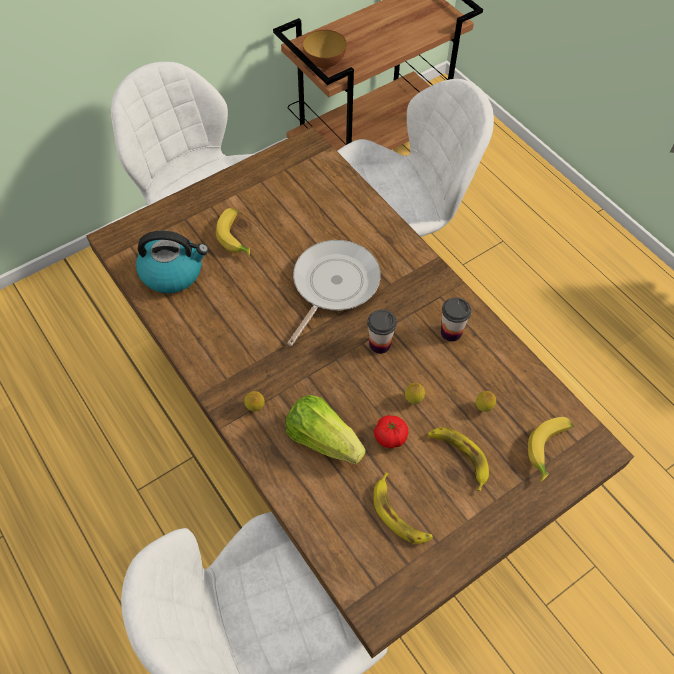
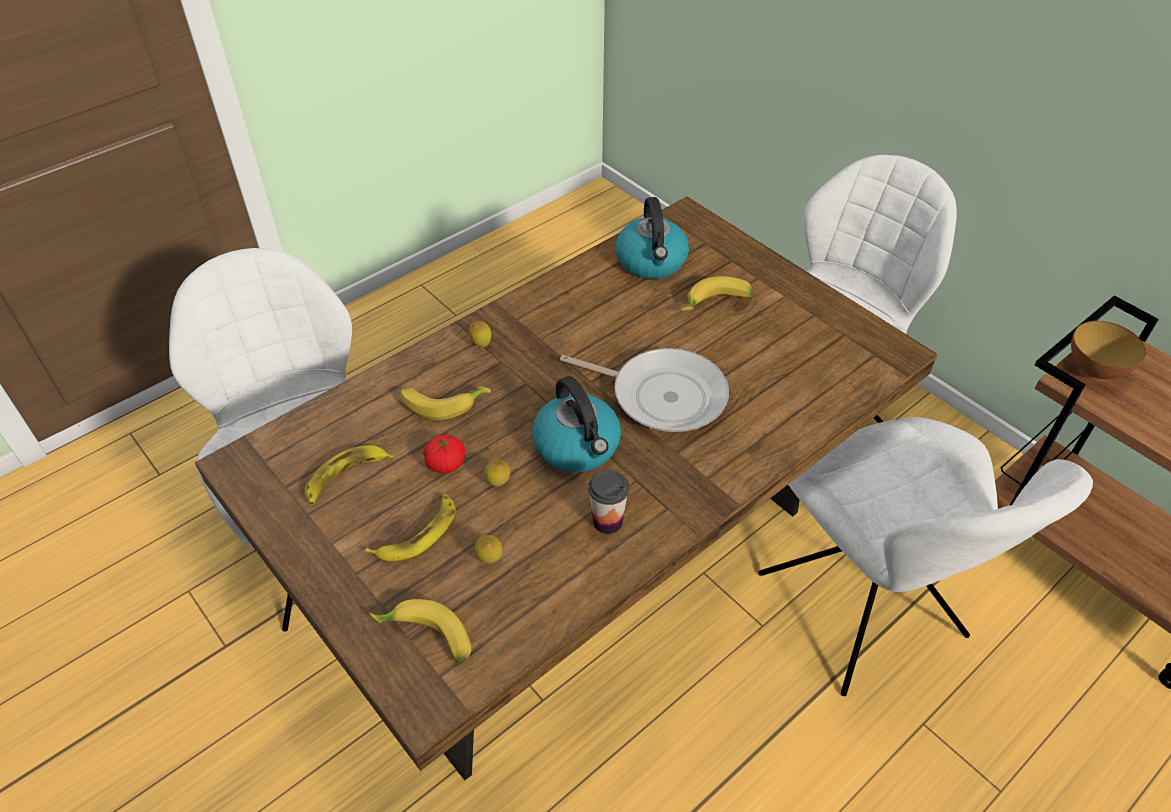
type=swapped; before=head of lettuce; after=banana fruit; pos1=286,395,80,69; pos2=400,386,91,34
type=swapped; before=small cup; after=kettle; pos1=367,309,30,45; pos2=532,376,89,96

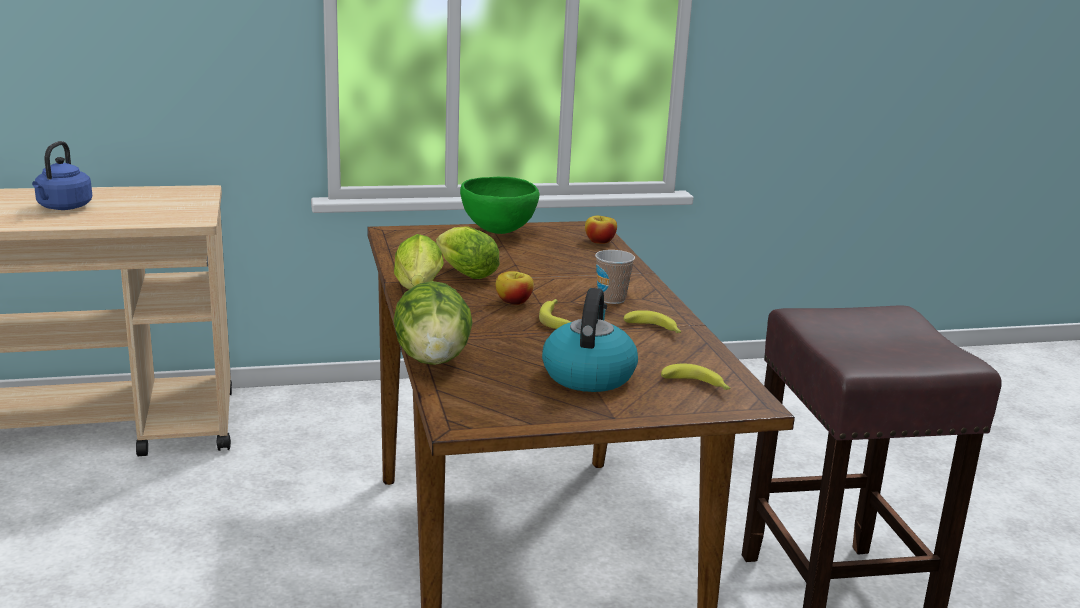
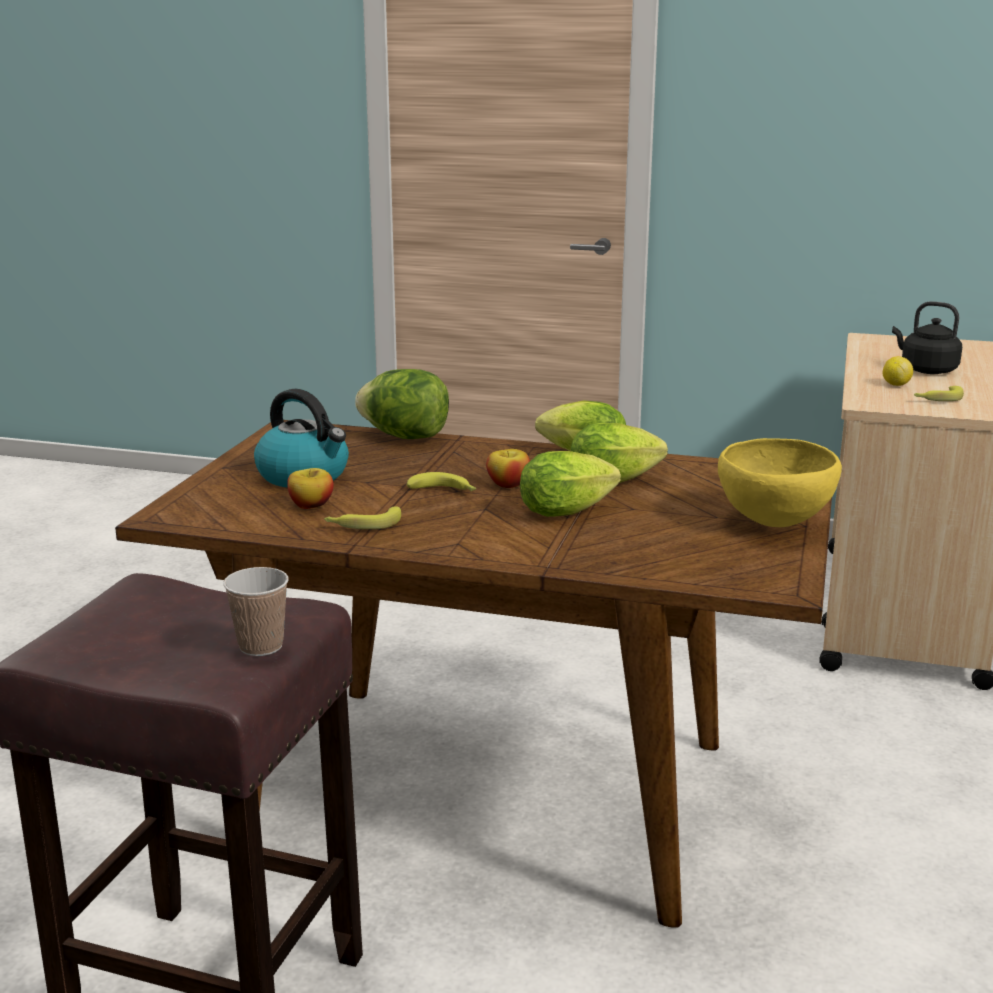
type=shifted; before=small cup; pos1=595,250,40,54; pos2=223,567,66,89
type=shifted; before=apple fruit; pos1=585,216,32,28; pos2=287,468,47,41
type=new; after=head of lettuce; pos2=520,451,101,66
type=repainted; before=bowl/greenish; after=bowl/yellowish; pos1=460,177,79,57; pos2=718,438,124,89
type=new; after=whole lemon; pos2=883,356,30,30
type=repainted; before=kettle/blue-coloured; after=kettle/black; pos1=32,141,60,69; pos2=892,302,70,72
type=shifted; before=banana fruit; pos1=661,364,70,26; pos2=914,386,50,15

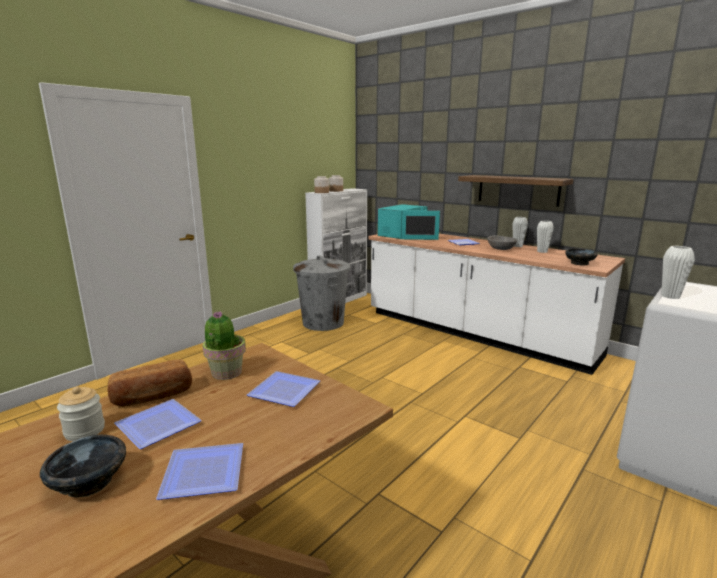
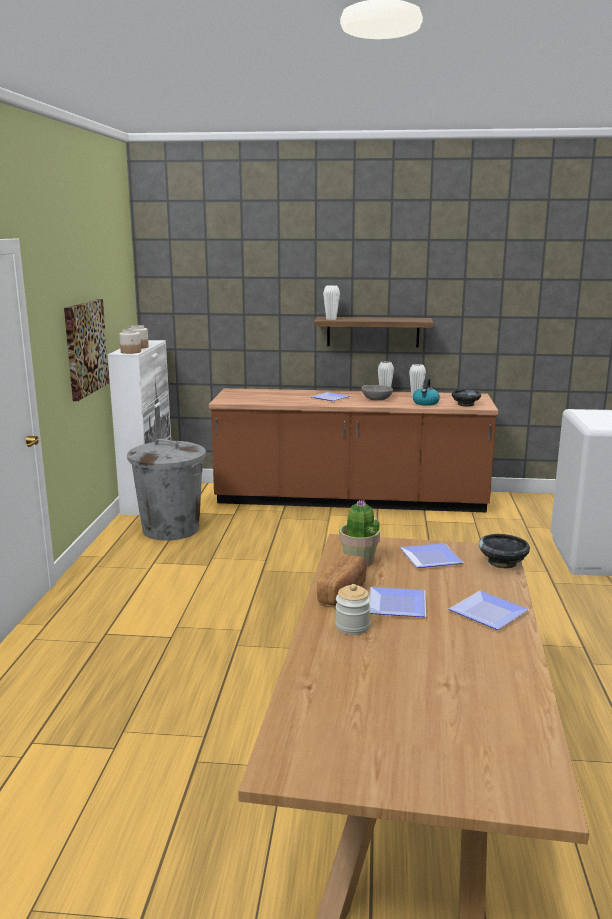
type=new; after=wall art; pos2=64,299,45,102
type=repainted; before=counter/white; after=counter/brown; pos1=369,234,256,141; pos2=209,388,289,124
type=shifted; before=decorative vase/white; pos1=661,246,34,53; pos2=323,285,17,35
type=new; after=kettle; pos2=413,378,27,28
type=shifted; before=bowl/black; pos1=40,435,86,63; pos2=479,534,51,34
type=gone; before=kitchen microwave/turquoise; pos1=378,204,62,36

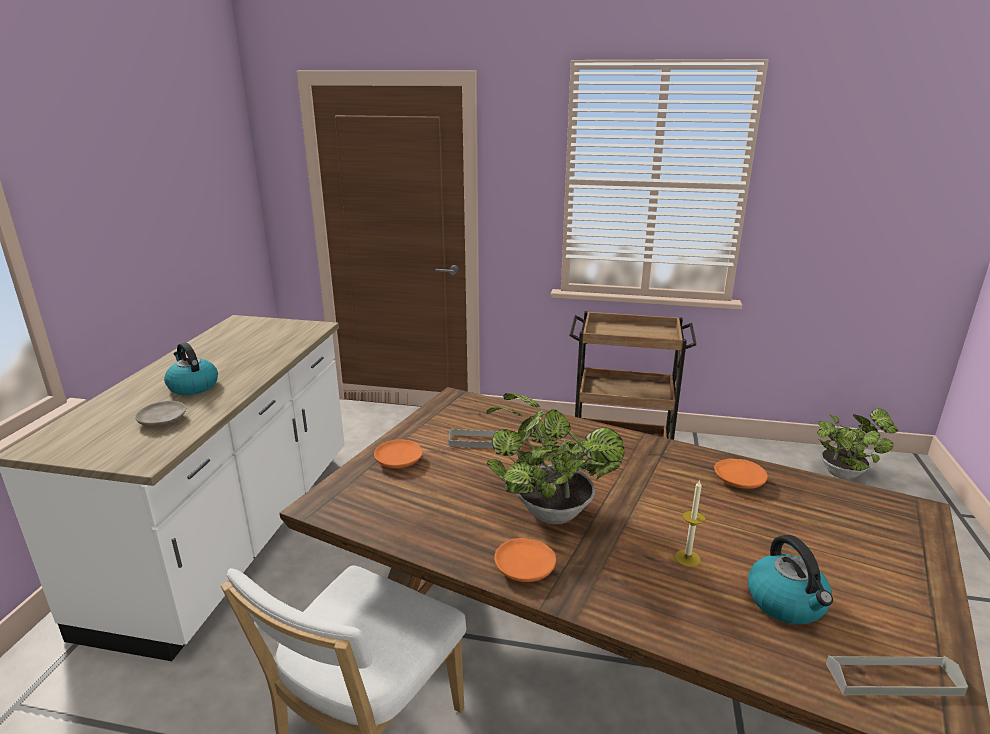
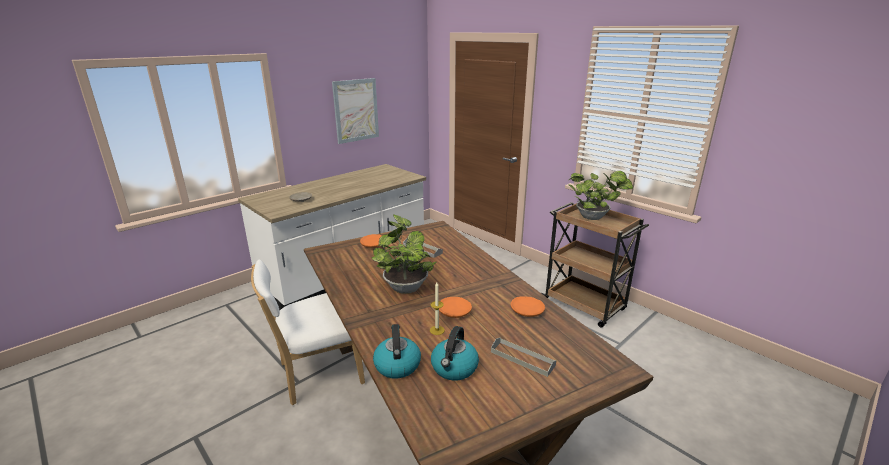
type=new; after=wall art; pos2=332,78,47,66
type=shifted; before=kettle; pos1=164,342,54,53; pos2=373,324,48,54
type=shifted; before=dinner plate/orange; pos1=494,538,62,44; pos2=439,297,33,21
type=shifted; before=tray/greyish; pos1=826,655,142,41; pos2=491,338,65,39
type=shifted; before=plant in a pot; pos1=817,408,81,71; pos2=568,171,65,49

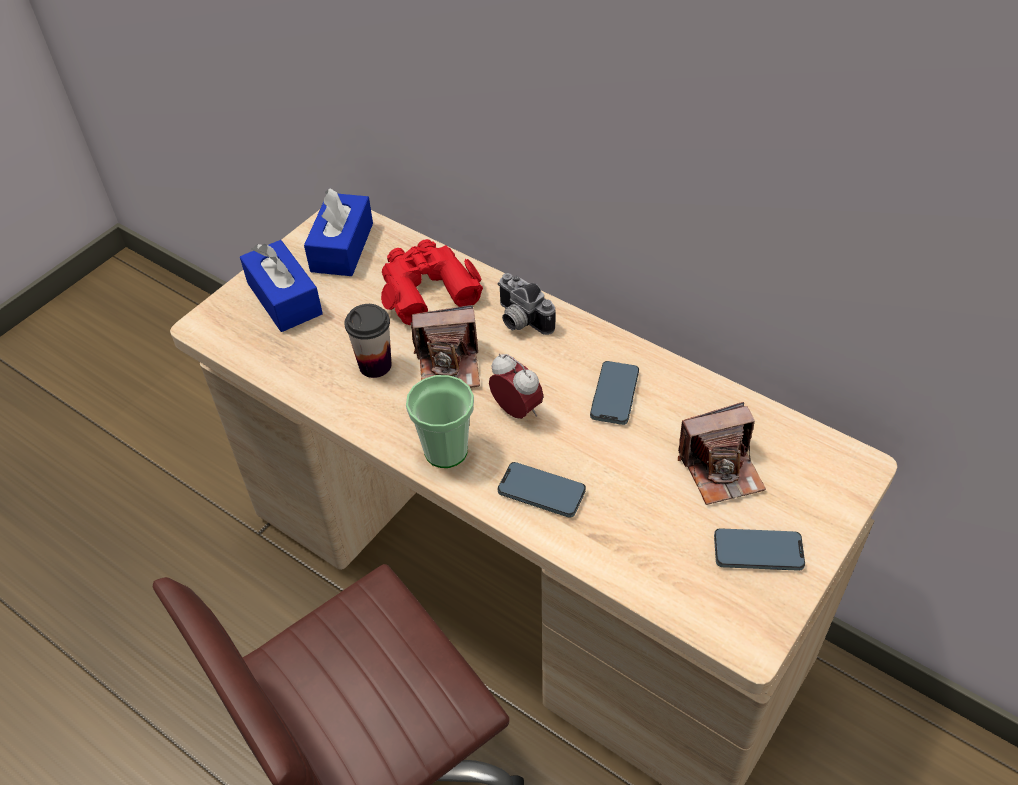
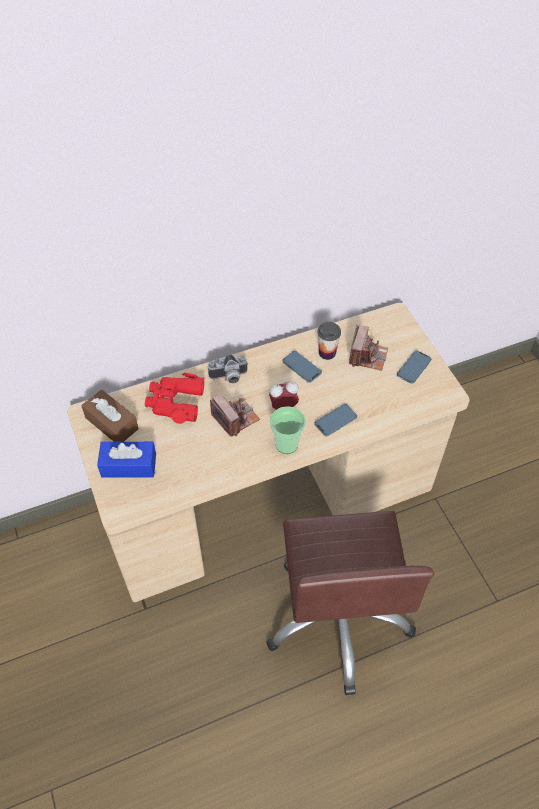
type=repainted; before=tissue box/blue-coloured; after=tissue box/brown; pos1=304,188,69,88; pos2=81,390,58,52
type=rotated; before=photo camera; pos1=411,305,69,82; pos2=210,394,50,43; turn=-60
type=shifted; before=small cup; pos1=344,304,48,74; pos2=318,322,23,38

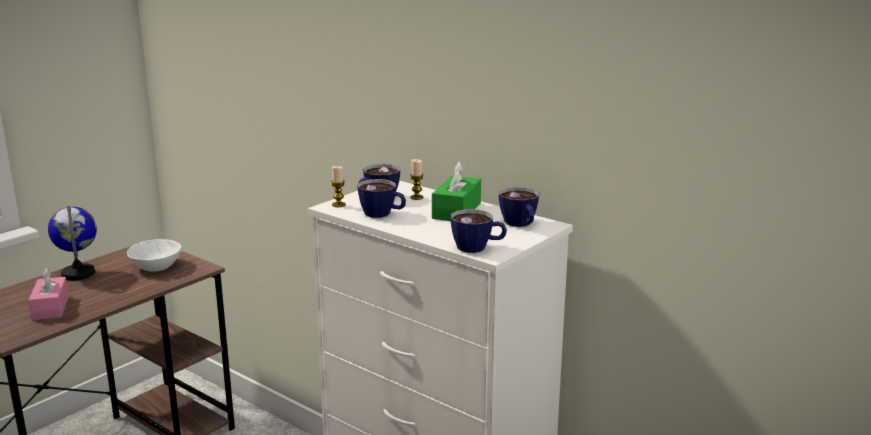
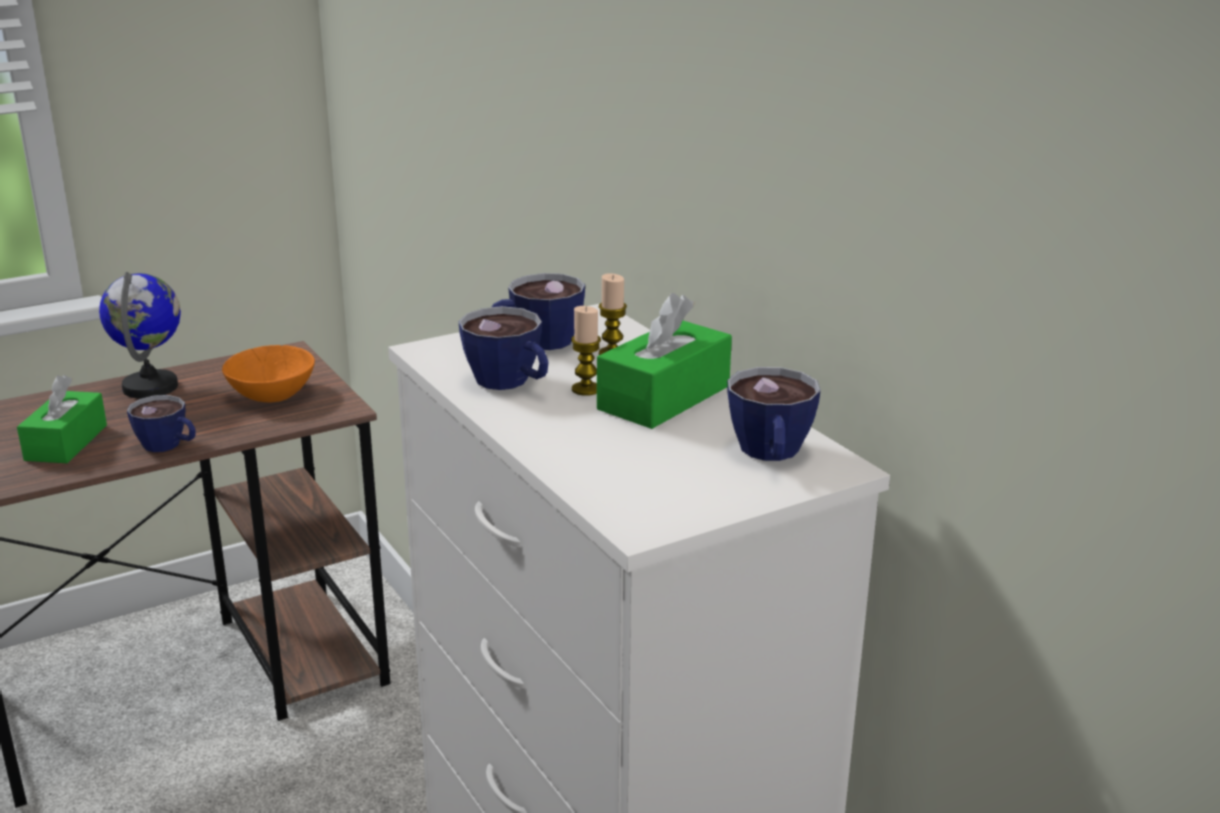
type=repainted; before=tissue box/pink-coloured; after=tissue box/greenish; pos1=28,268,41,52; pos2=17,375,90,88
type=shifted; before=small cup; pos1=451,209,56,44; pos2=127,395,69,57
type=repainted; before=bowl/white; after=bowl/orange; pos1=127,239,54,33; pos2=222,345,93,57
type=shifted; before=wax light; pos1=331,166,15,41; pos2=571,306,30,90

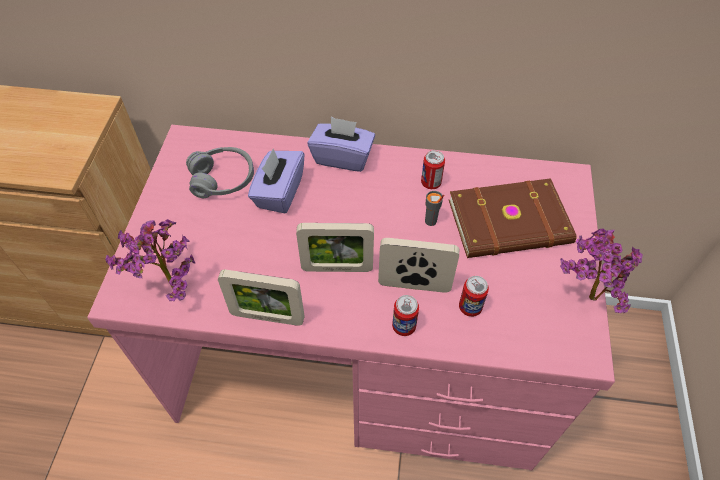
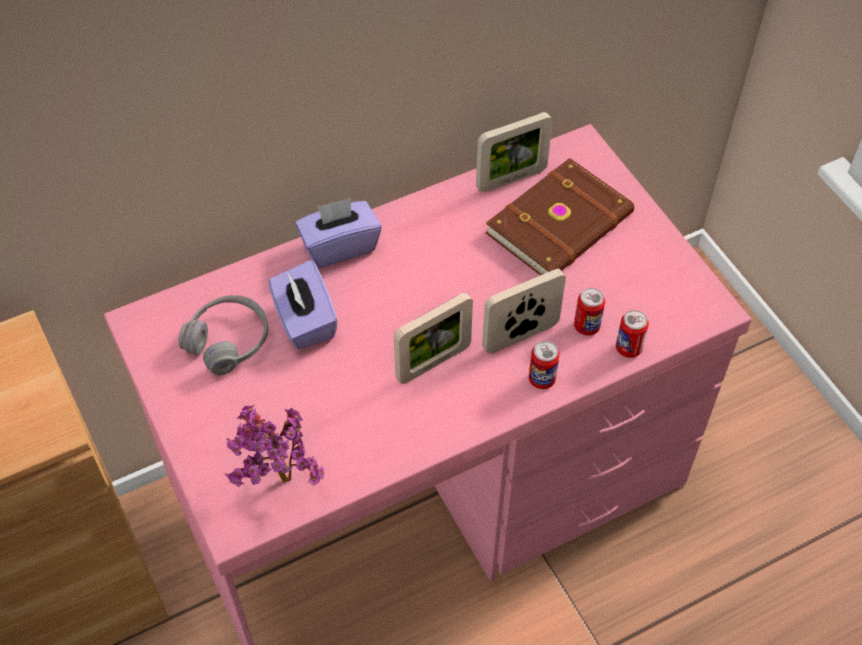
type=shifted; before=photo frame; pos1=218,270,87,56; pos2=476,112,76,81
type=shifted; before=sealed can; pos1=421,150,24,39; pos2=616,310,33,48
type=gone; before=small cup/greyish; pos1=425,191,19,35
type=gone; before=plant in a pot; pos1=560,228,83,85

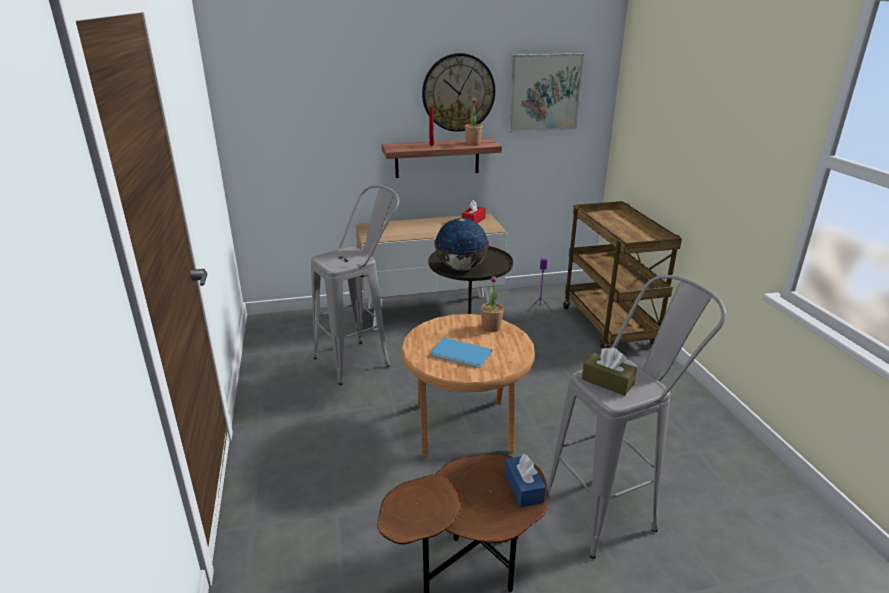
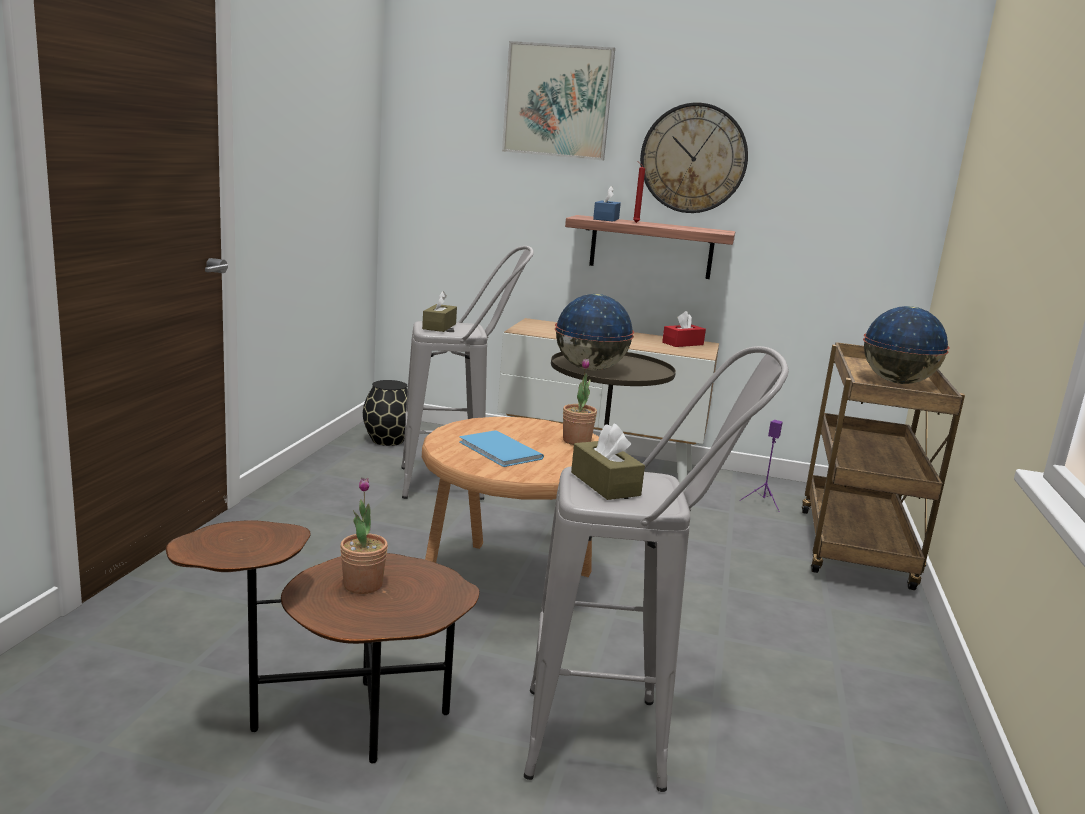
type=shifted; before=plant in a pot; pos1=465,98,17,47; pos2=340,477,48,117
type=new; after=decorative vase/black; pos2=363,380,45,66
type=new; after=tissue box/brown; pos2=422,291,35,41
type=shifted; before=wall art; pos1=508,53,76,80; pos2=502,41,113,119
type=shifted; before=tissue box/blue-coloured; pos1=505,454,41,53; pos2=593,186,28,36
type=new; after=desk globe; pos2=863,306,87,78

